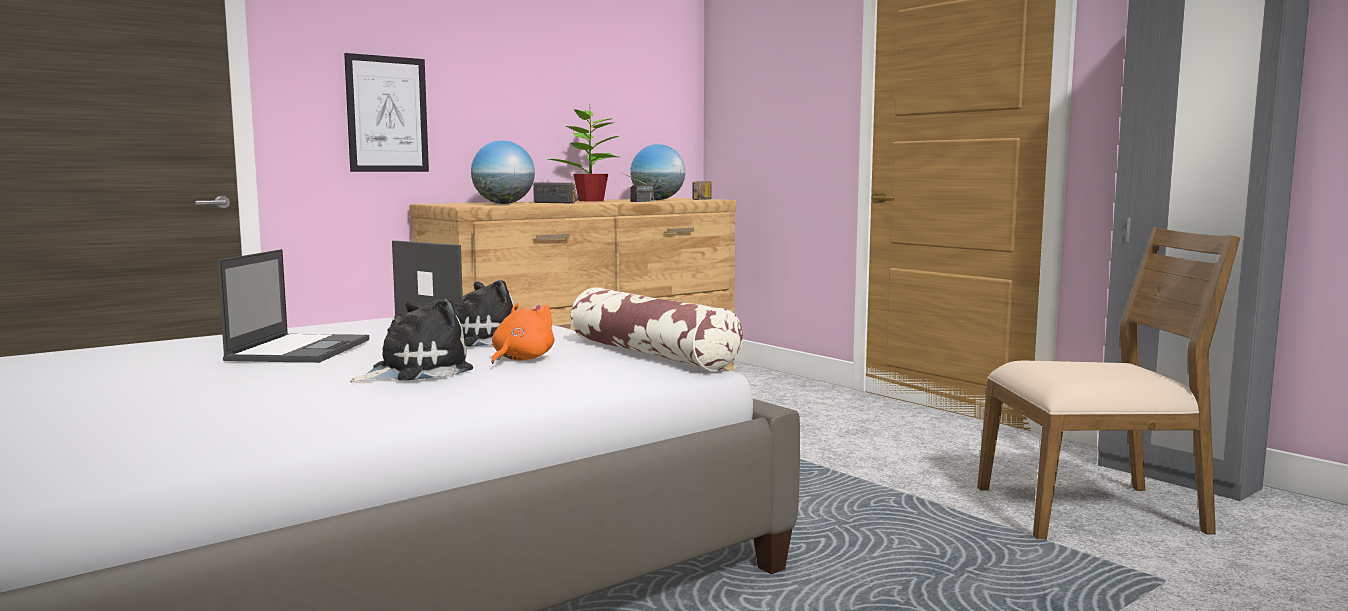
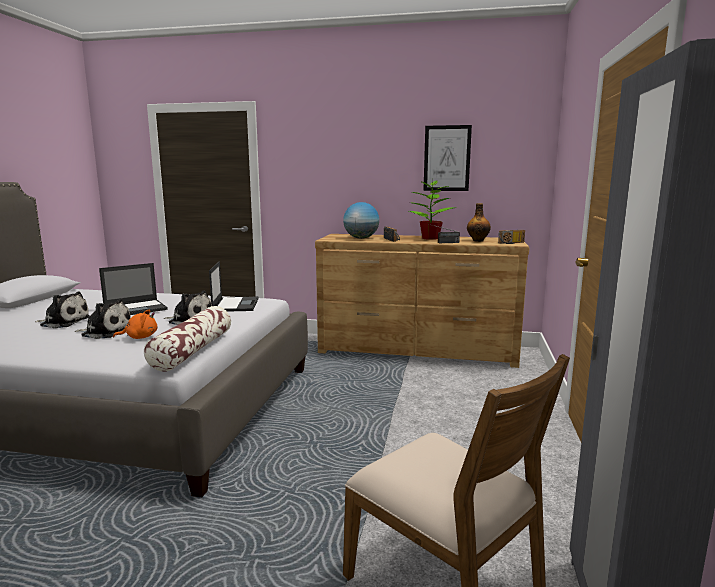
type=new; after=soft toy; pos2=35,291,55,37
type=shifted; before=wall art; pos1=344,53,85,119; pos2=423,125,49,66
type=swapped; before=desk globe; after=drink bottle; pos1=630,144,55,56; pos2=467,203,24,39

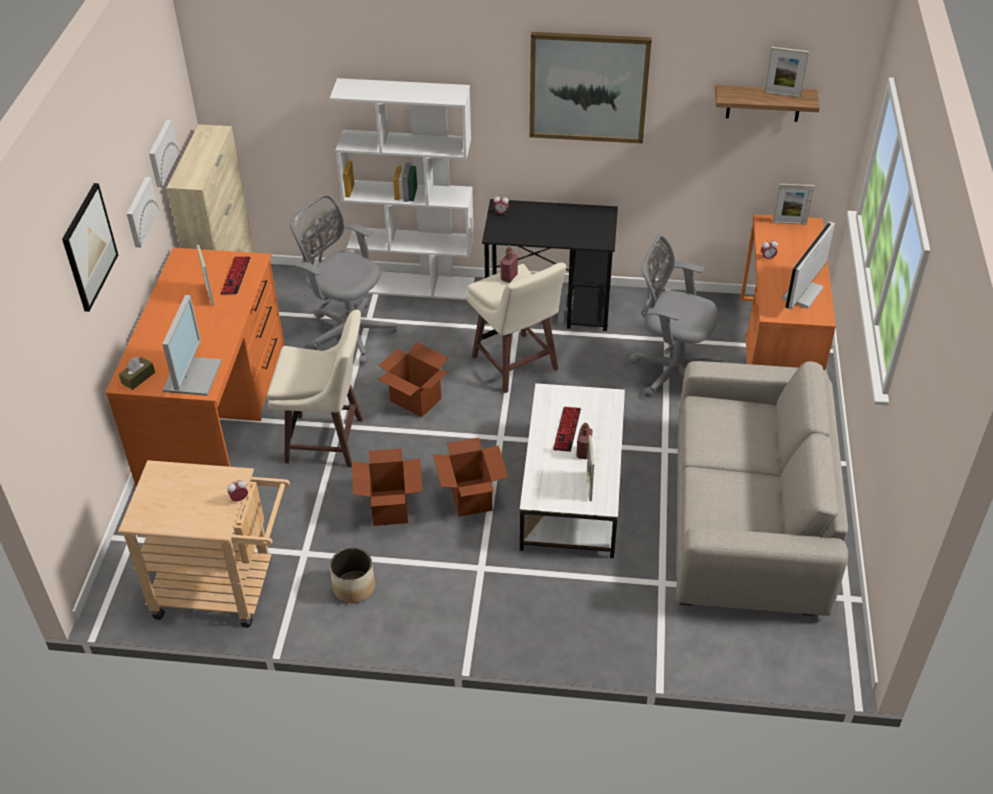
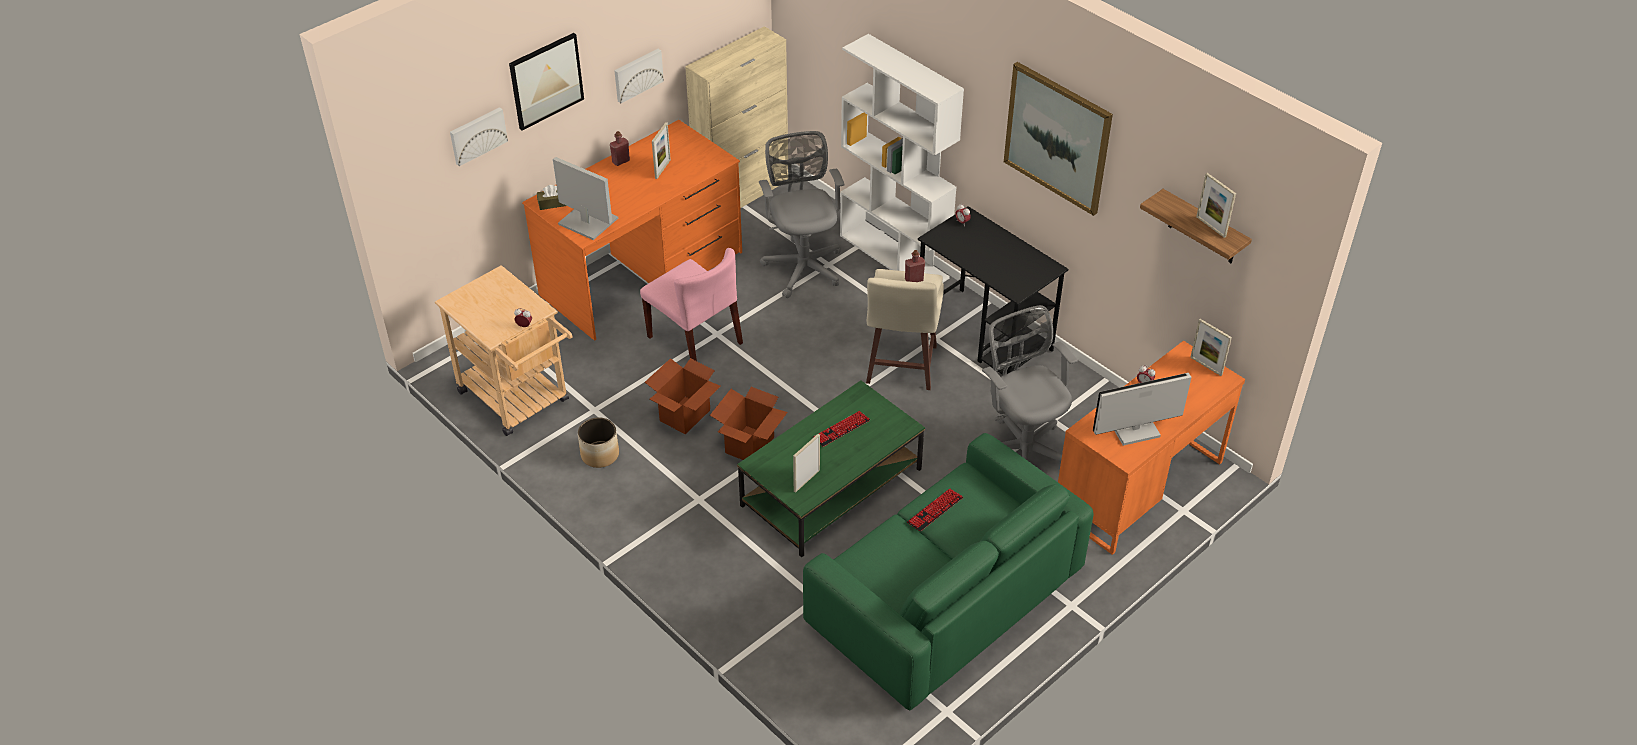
type=shifted; before=wall art; pos1=149,120,30,67; pos2=450,107,58,59
type=rotated; before=monitor; pos1=162,295,60,101; pos2=553,157,65,83; turn=-105
type=shifted; before=drink bottle/red-coloured; pos1=576,423,16,36; pos2=610,131,20,35
type=swapped; before=stool/beige-coloured; after=chair/pink-coloured; pos1=267,310,96,157; pos2=640,248,103,113
type=repainted; before=lounge table/white; after=lounge table/greenish; pos1=520,383,105,175; pos2=737,380,188,177
type=repainted; before=sofa/beige-coloured; after=sofa/greenish; pos1=676,361,172,255; pos2=803,433,290,277
type=shifted; before=keyboard; pos1=221,256,30,38; pos2=907,489,56,42
type=gone; before=packing box; pos1=378,342,71,75

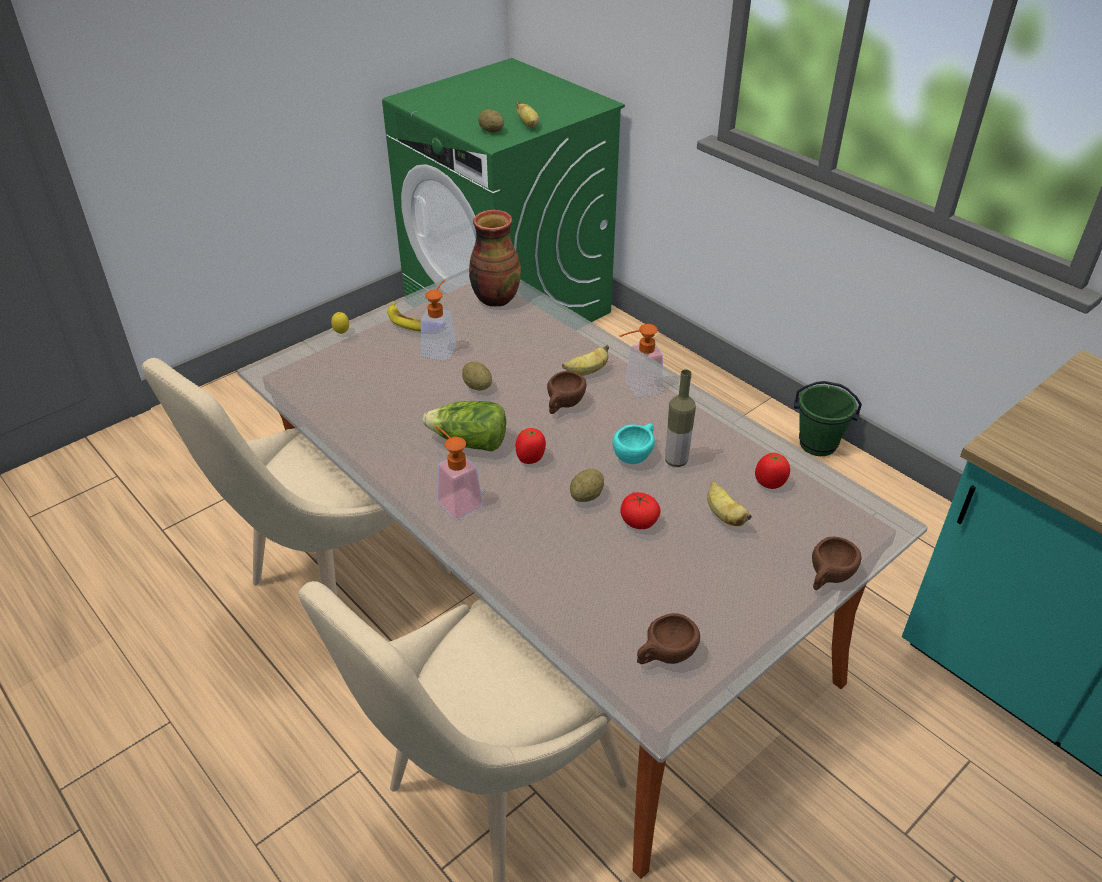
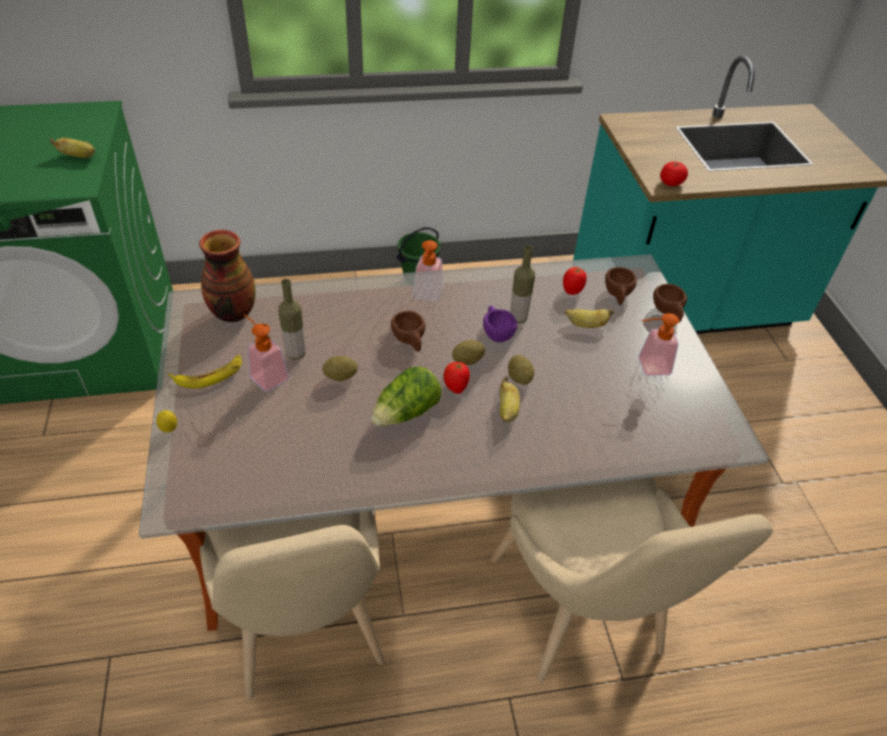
type=new; after=drink bottle; pos2=278,279,28,81
type=shifted; before=spud; pos1=478,109,26,24; pos2=452,340,33,25
type=repainted; before=small cup/turquoise; after=small cup/purplish; pos1=613,423,42,41; pos2=483,305,34,37
type=shifted; before=banana fruit; pos1=562,345,47,31; pos2=500,377,20,46
type=shifted; before=small cup/brown; pos1=637,613,63,51; pos2=605,267,32,38
type=shifted; before=soap bottle; pos1=436,426,47,93; pos2=638,313,41,63
type=shifted; before=tomato; pos1=620,492,41,37; pos2=660,161,28,25

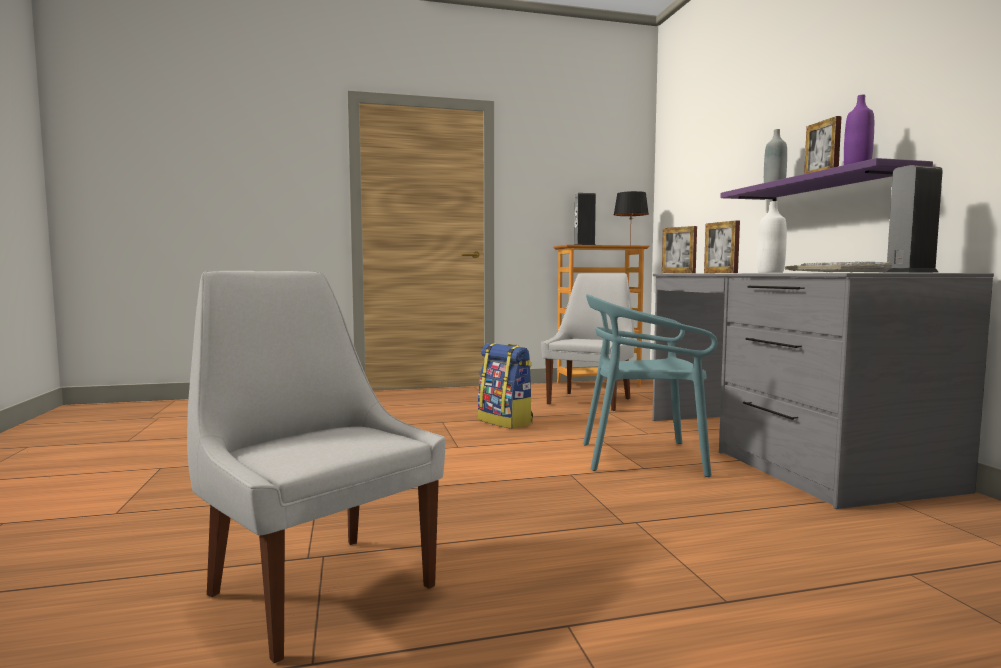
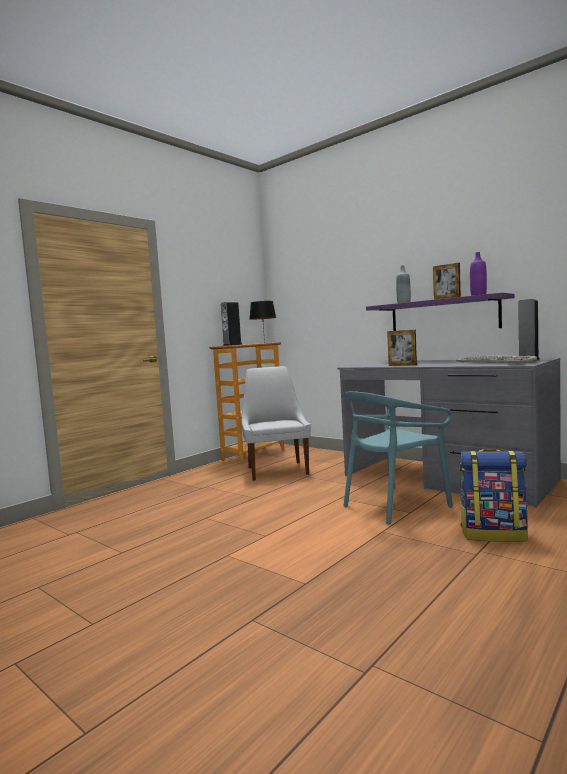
type=shifted; before=knapsack; pos1=478,343,55,86; pos2=459,449,69,93
type=gone; before=chair/white; pos1=187,271,258,392
type=gone; before=photo frame; pos1=662,226,35,47
type=gone; before=drink bottle/white; pos1=757,201,30,72

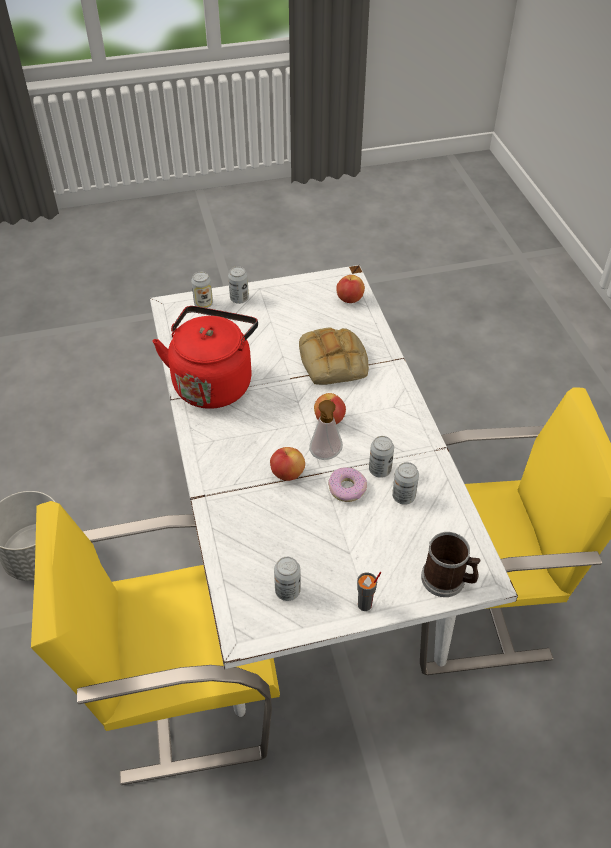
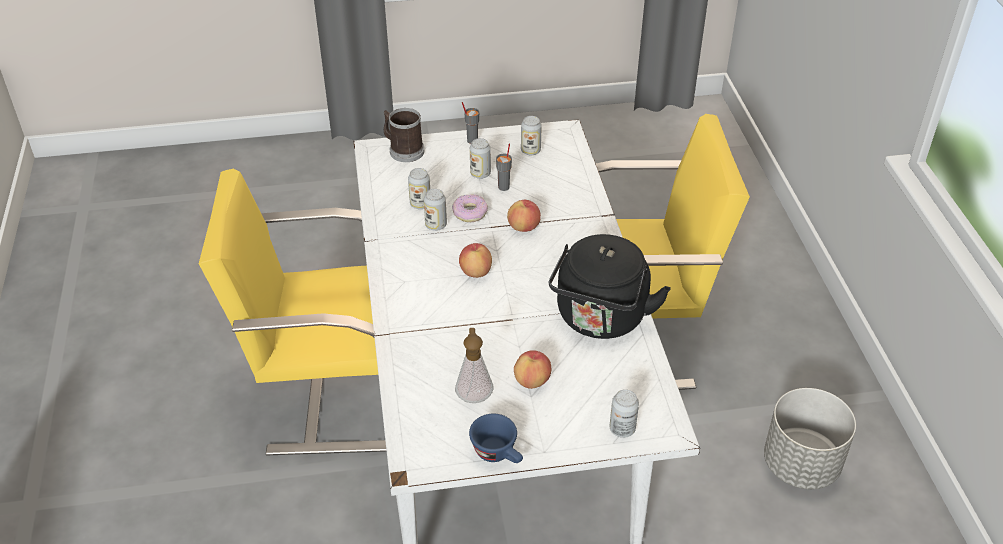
type=shifted; before=soap bottle; pos1=309,400,34,60; pos2=455,328,39,75
type=new; after=small cup/blue-coloured; pos2=469,414,54,49
type=shifted; before=sealed can; pos1=228,266,21,38; pos2=470,138,21,41
type=new; after=small cup/greyish; pos2=496,143,16,48
type=shifted; before=apple fruit; pos1=336,275,29,28; pos2=514,350,37,39
type=repainted; before=kettle/red-coloured; after=kettle/black; pos1=153,306,105,103; pos2=549,234,122,105
type=gone; before=baked bread; pos1=299,327,70,58

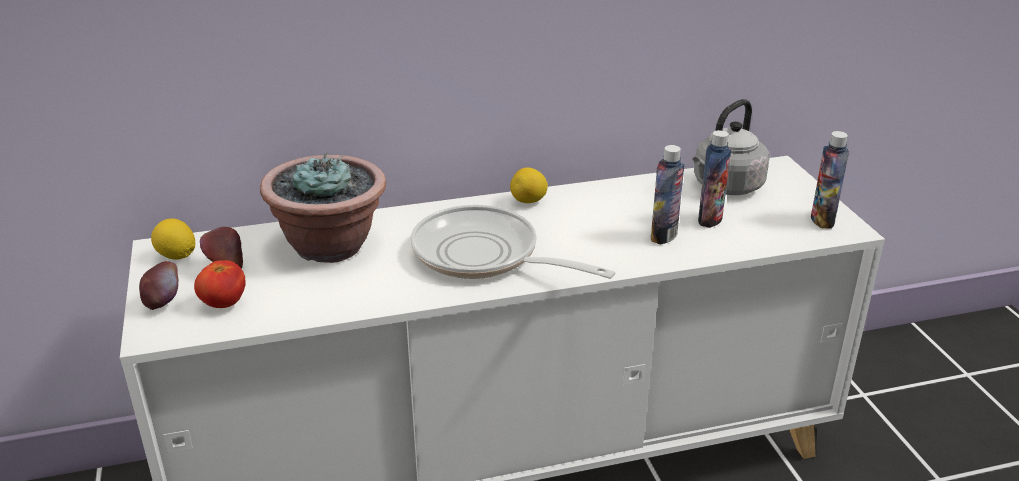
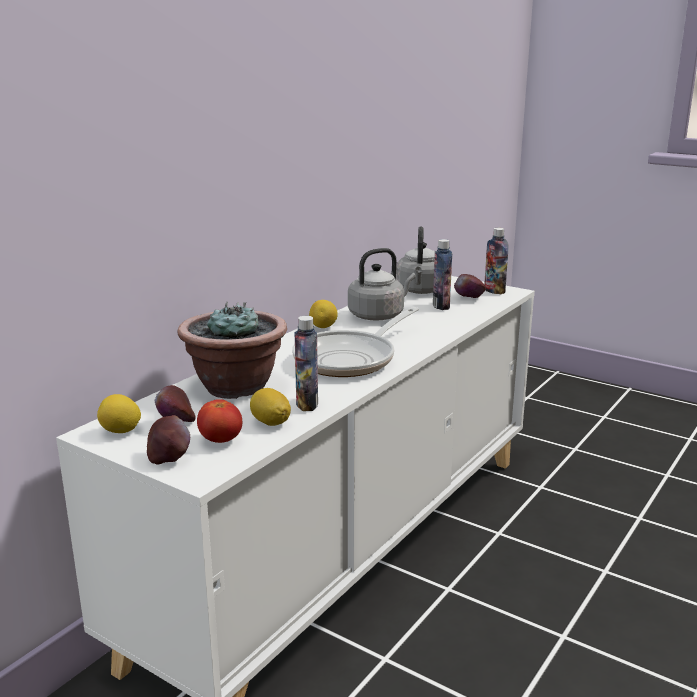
type=new; after=whole lemon; pos2=250,388,41,38
type=rotated; before=frying pan; pos1=411,205,205,74; pos2=292,307,127,70; turn=-45
type=shifted; before=drink bottle; pos1=651,145,34,100; pos2=295,316,23,95
type=new; after=kettle/greyish; pos2=348,248,68,73
type=new; after=apple fruit; pos2=454,274,31,24

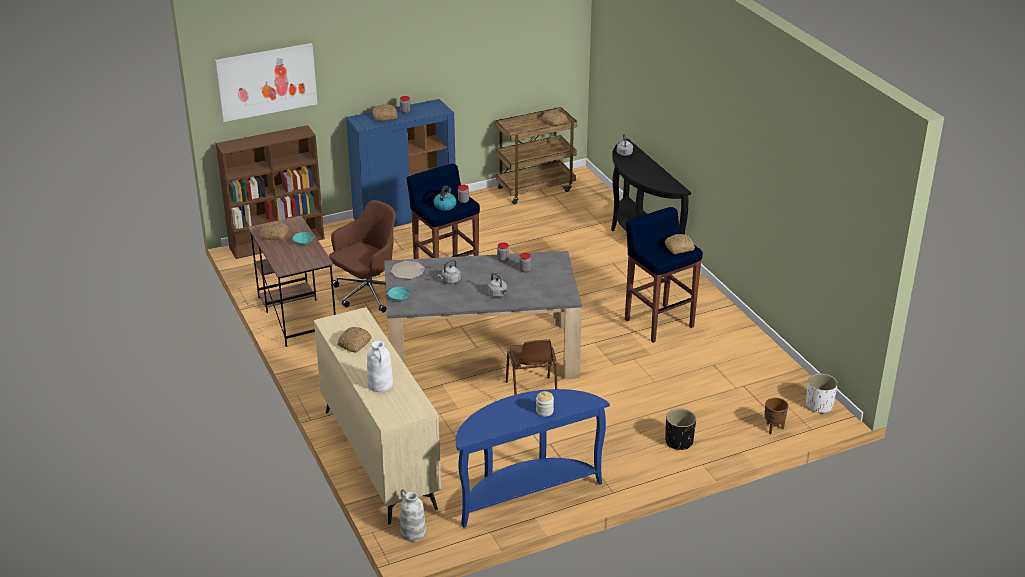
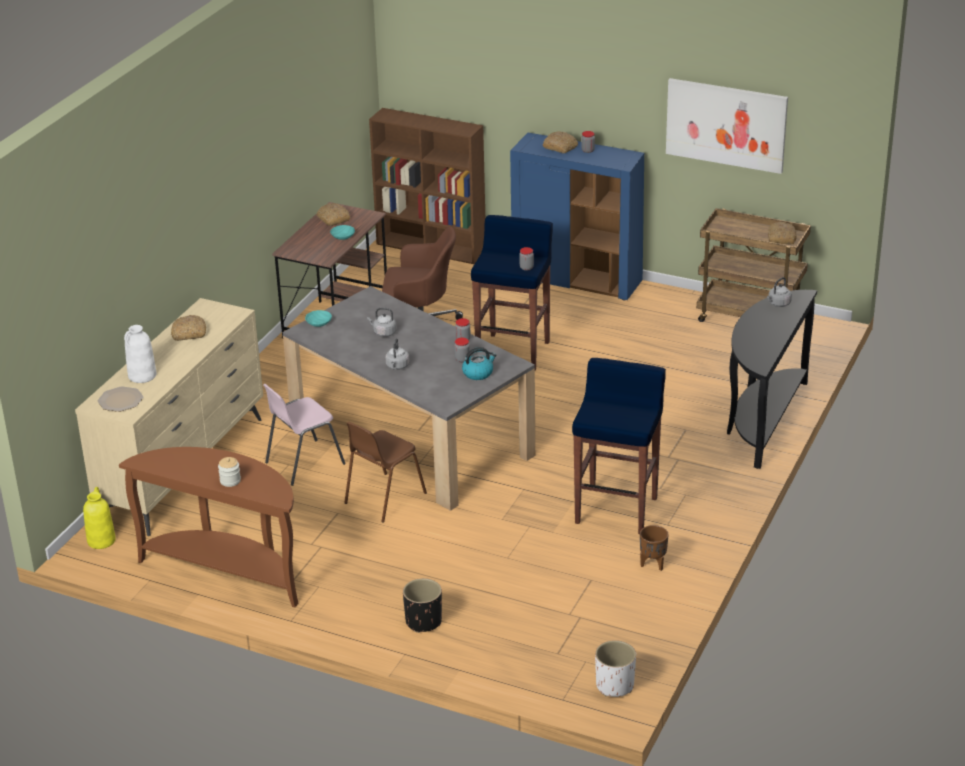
type=repainted; before=decorative vase/white; after=decorative vase/yellowish; pos1=400,489,26,53; pos2=83,487,33,62
type=shifted; before=dinner plate; pos1=391,261,34,18; pos2=97,386,46,26
type=repainted; before=hall table/blue-coloured; after=hall table/brown; pos1=456,389,154,139; pos2=119,447,179,160
type=new; after=chair/pink-coloured; pos2=263,384,83,102
type=shifted; before=kettle; pos1=434,186,23,25; pos2=462,347,35,33
type=shifted; before=plant pot/brown; pos1=765,398,23,36; pos2=640,525,28,46
type=shifted; before=wall art; pos1=215,43,103,79; pos2=666,78,122,96
type=gone; before=baked bread; pos1=665,234,30,20

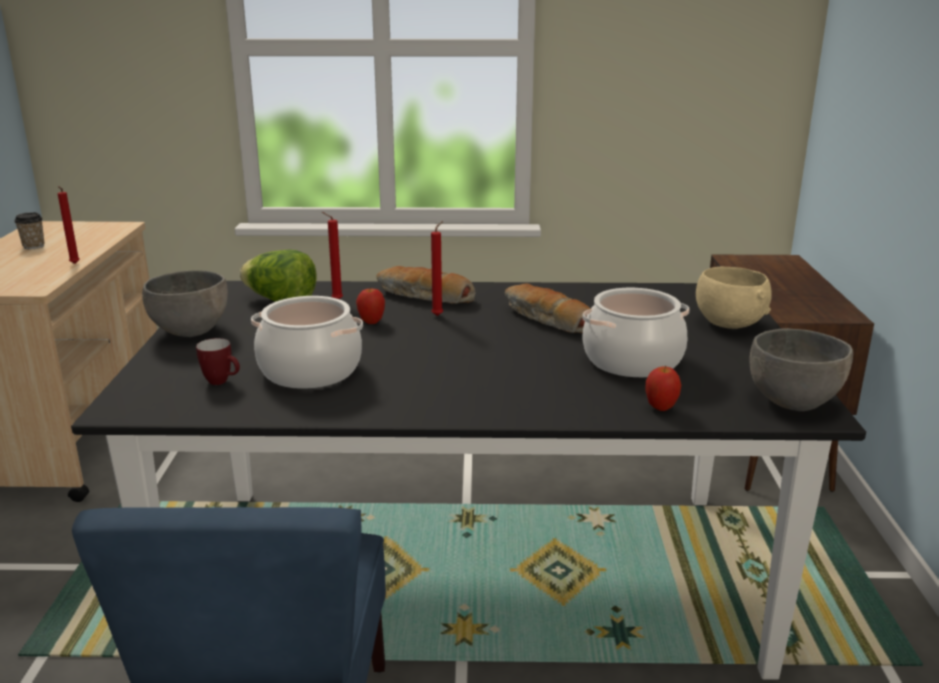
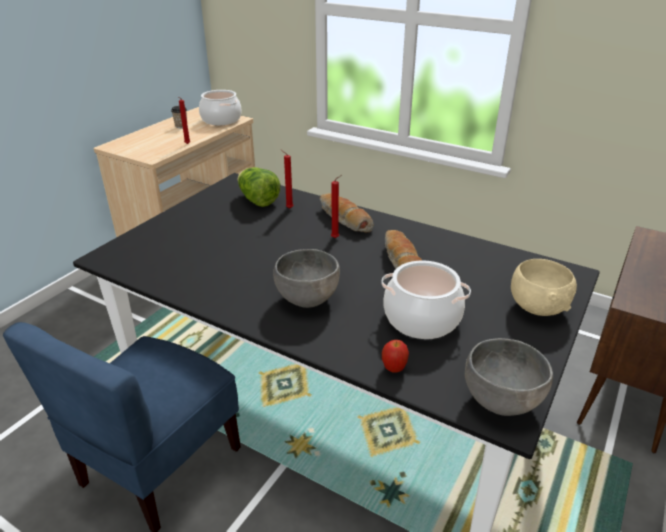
type=shifted; before=cooking pot; pos1=251,296,112,93; pos2=199,90,43,35
type=shifted; before=bowl/greyish; pos1=142,270,86,67; pos2=273,249,67,59
type=gone; before=coffee mug; pos1=196,338,44,47
type=gone; before=apple fruit; pos1=356,287,29,37

